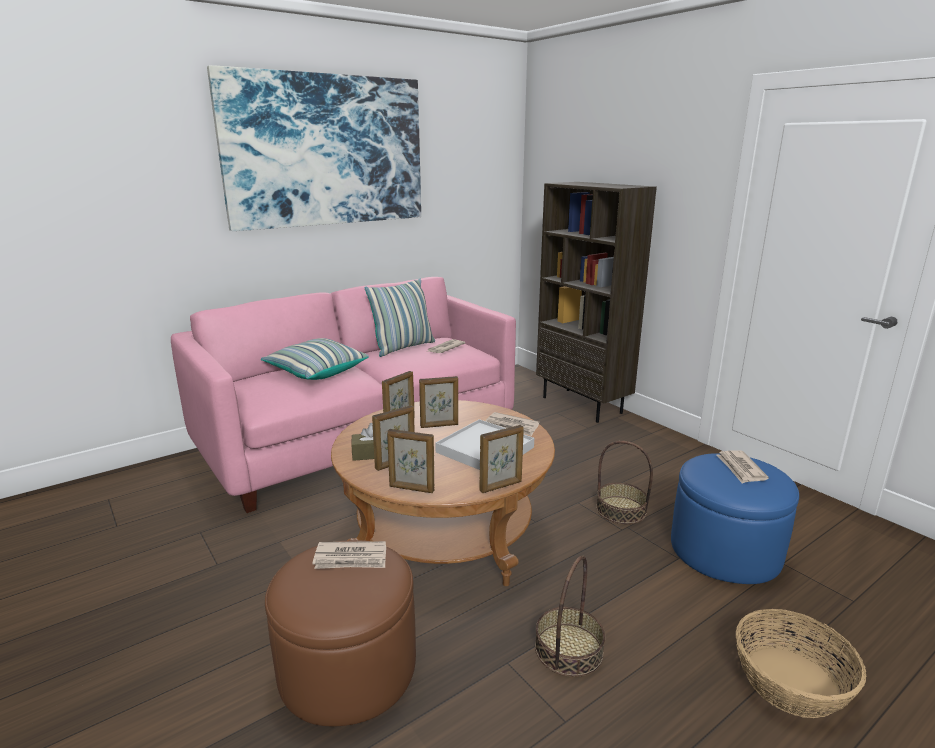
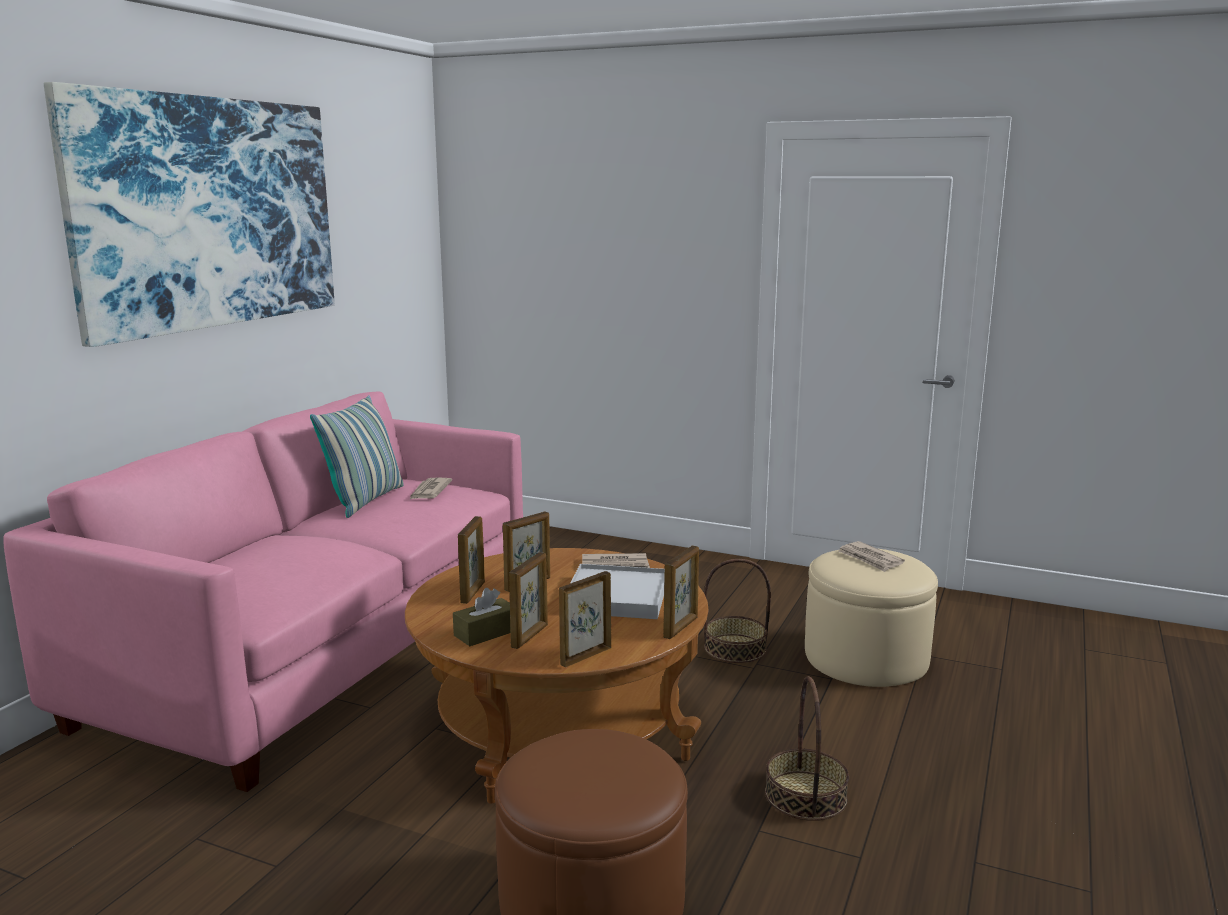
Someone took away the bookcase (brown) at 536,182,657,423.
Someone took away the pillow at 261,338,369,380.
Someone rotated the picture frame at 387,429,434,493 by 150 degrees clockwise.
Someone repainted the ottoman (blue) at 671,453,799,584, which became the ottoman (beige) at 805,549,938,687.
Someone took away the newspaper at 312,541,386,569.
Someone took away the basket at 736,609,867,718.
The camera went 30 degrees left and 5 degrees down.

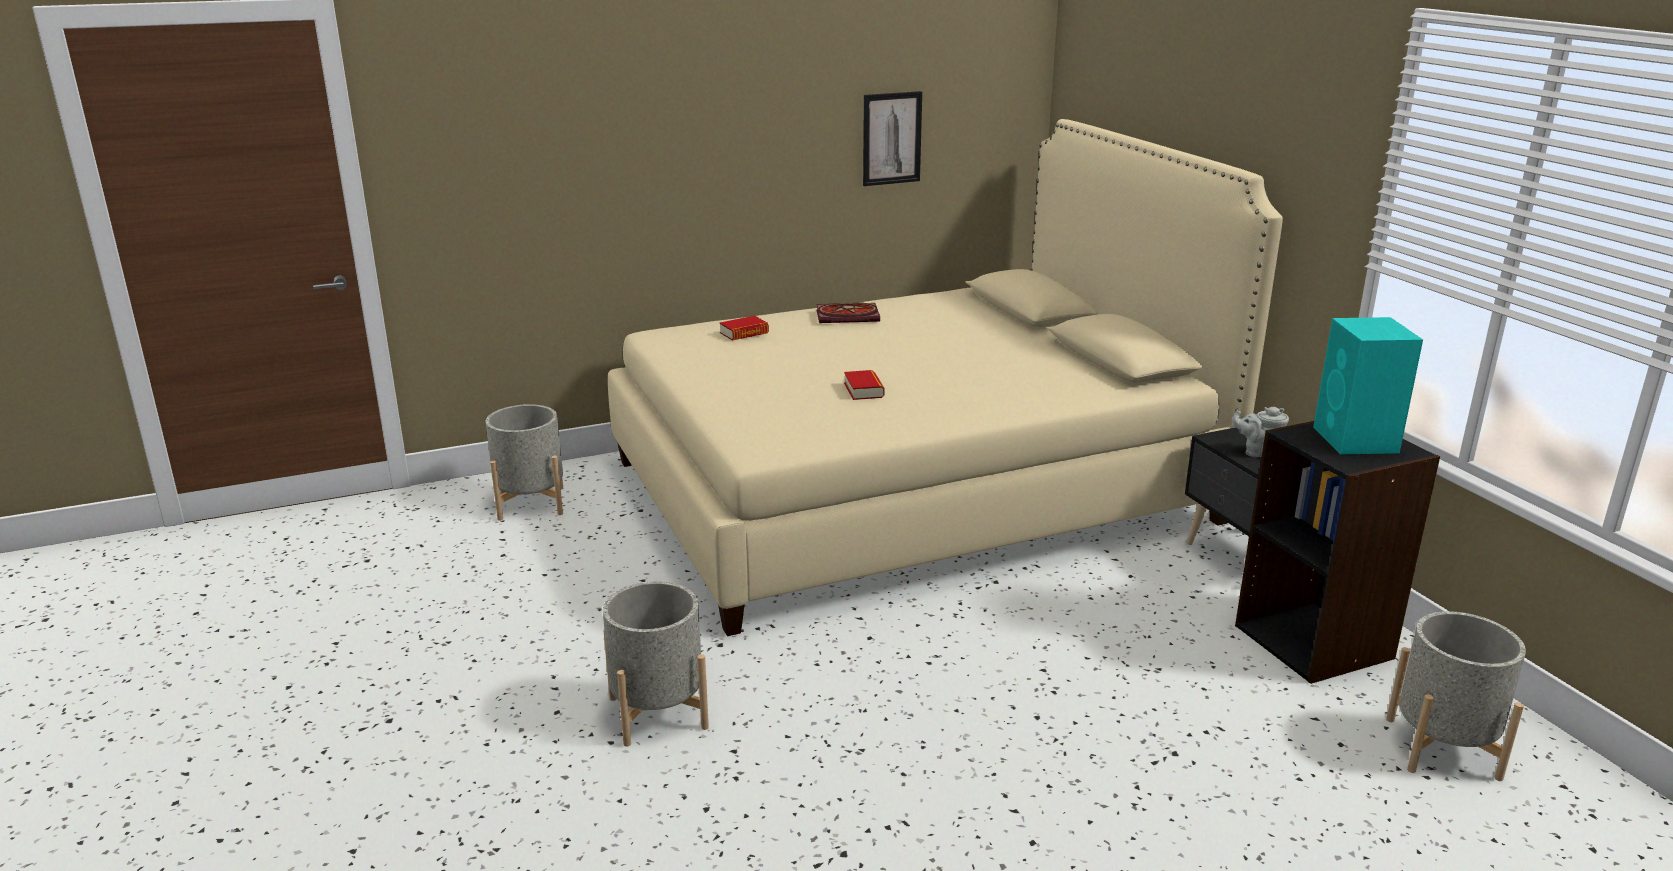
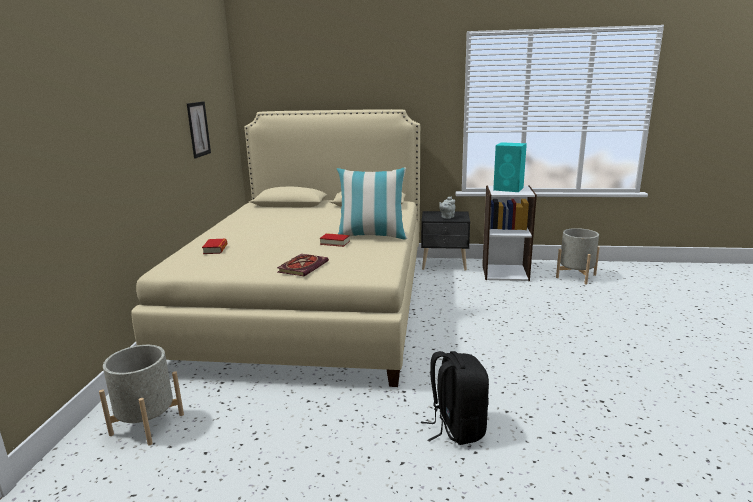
Someone carried the book from 816,302,880,323 to 277,254,329,276.
Someone repainted the bookcase (black) at 1235,421,1440,684, which became the bookcase (white) at 482,185,537,281.
Someone swapped the planter (grey) at 603,581,709,747 for the backpack (black) at 421,351,489,445.
Someone put down the pillow at 337,167,408,239.
The camera went 60 degrees left and 5 degrees down.

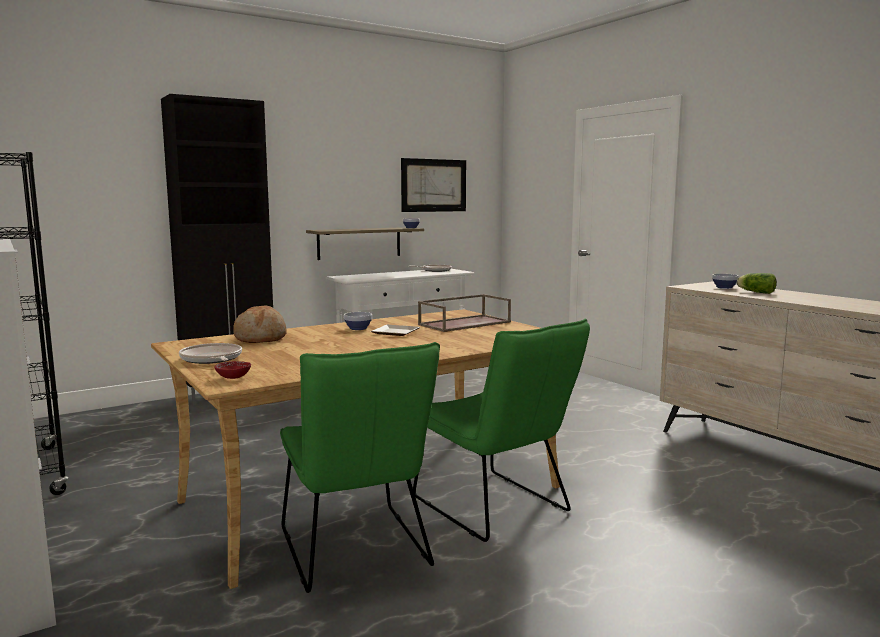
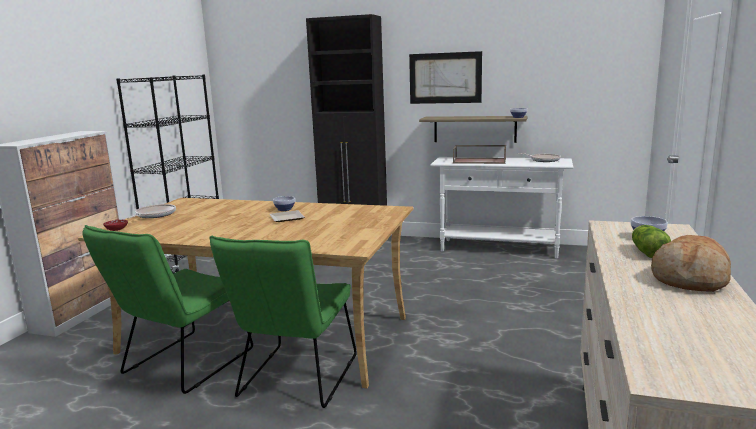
Someone carried the picture from 401,158,466,212 to 409,51,482,104.
Someone carried the tray (brown) from 418,294,511,332 to 453,145,506,164.
Someone carried the bread from 233,305,287,343 to 651,235,731,292.
The camera went 50 degrees right and 5 degrees up.

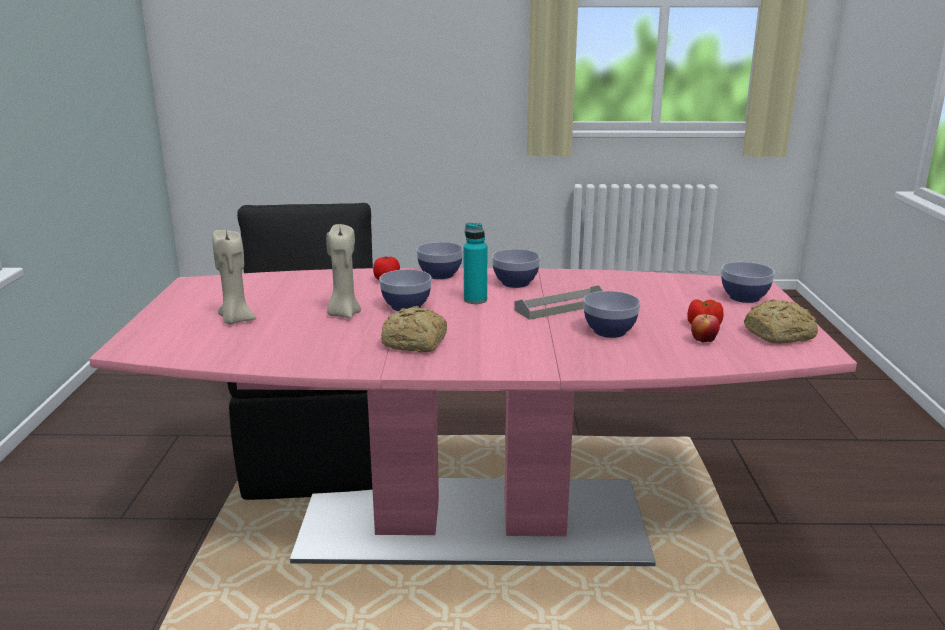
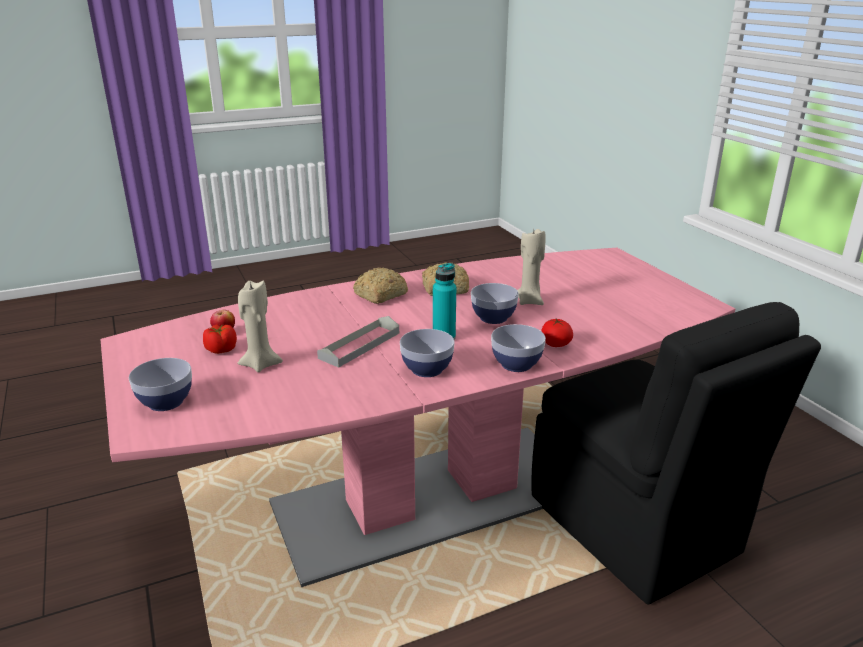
Someone carried the candle (beige) from 212,230,256,324 to 237,280,283,372.
Someone took away the bowl at 583,291,640,338.
Someone carried the bread from 744,299,818,344 to 353,267,408,304.
The camera went 155 degrees right and 5 degrees up.

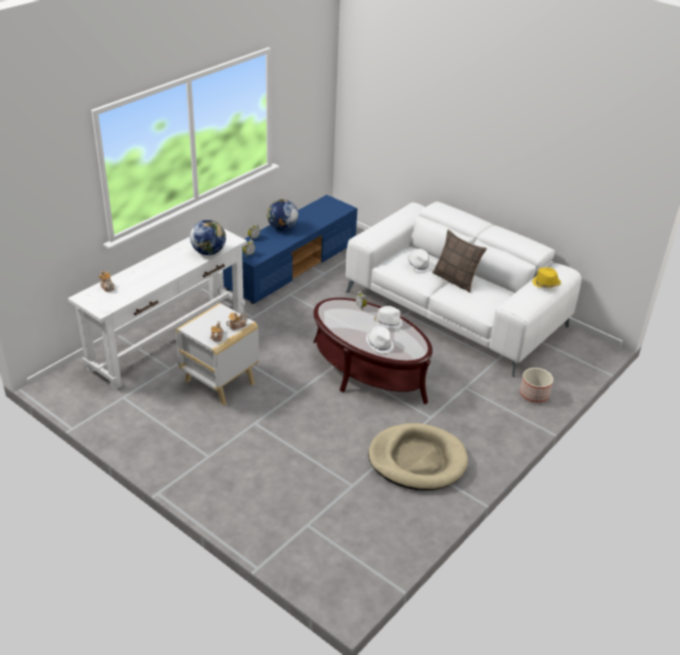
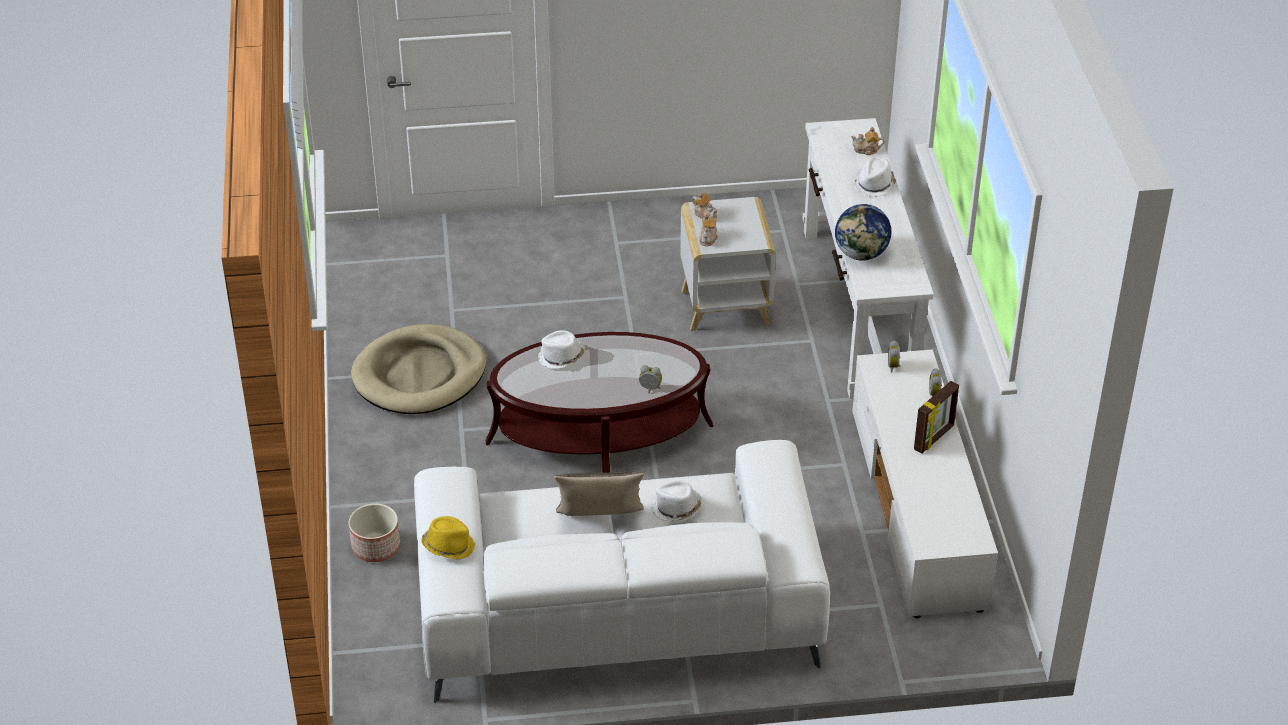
Someone repainted the tv stand (blue) at 223,195,357,304, which became the tv stand (white) at 852,349,998,618.
Someone swapped the globe at 267,199,298,231 for the picture frame at 914,381,959,454.
Someone carried the hat (white) from 374,306,403,328 to 853,156,896,197.
The camera went 135 degrees right and 5 degrees up.

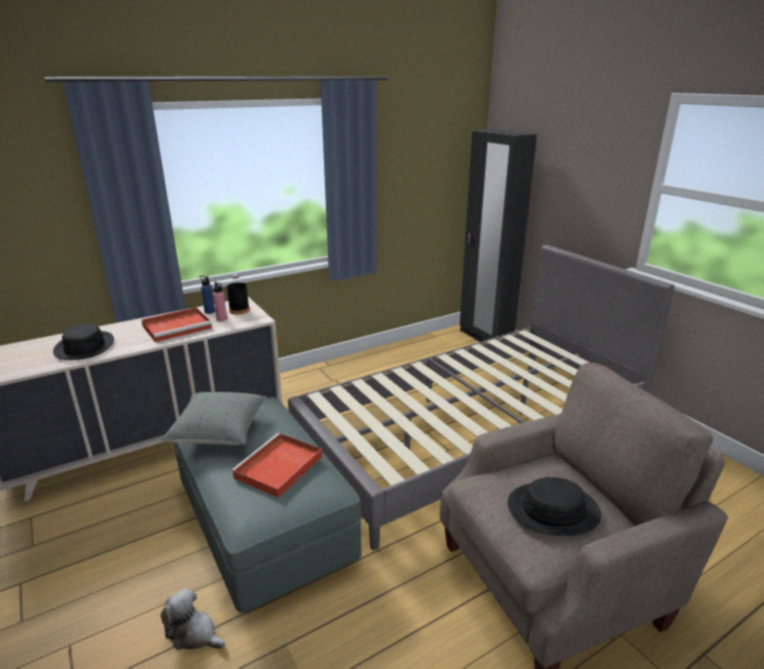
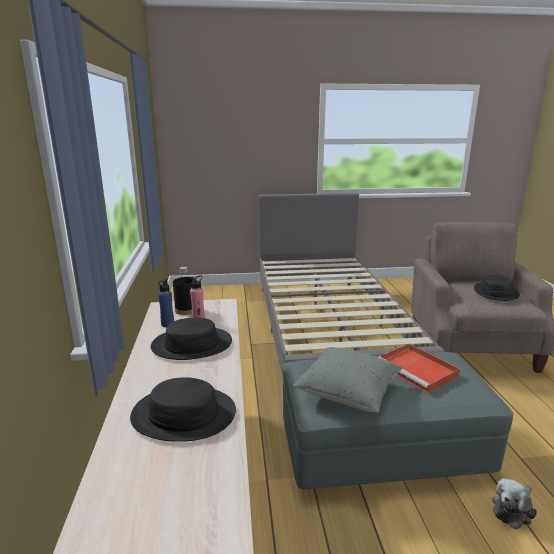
Someone took away the wardrobe (black) at 460,129,537,342.
Someone swapped the tray (red) at 141,307,212,342 for the hat (black) at 151,318,232,360.
The camera went 65 degrees left and 5 degrees down.

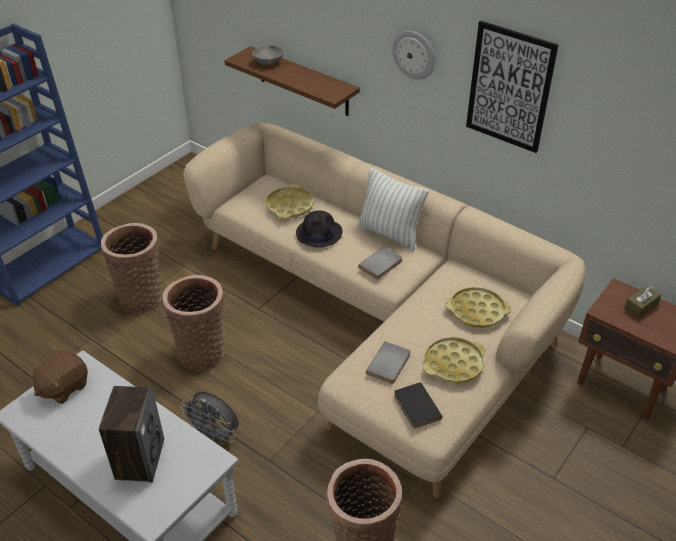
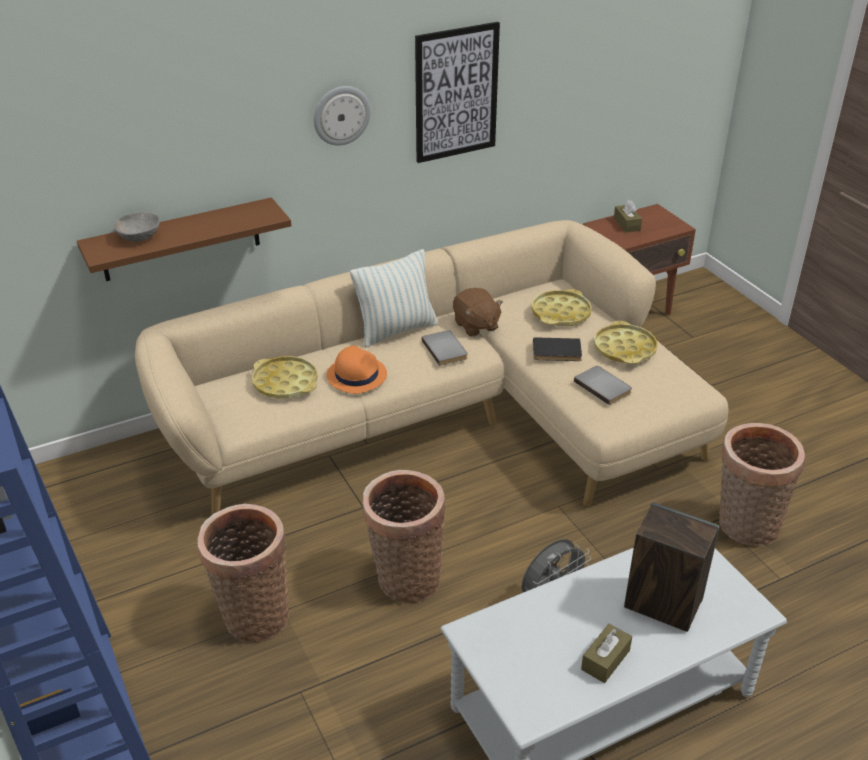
Someone repainted the hat (black) at 296,210,342,247, which became the hat (orange) at 327,346,387,394.
Someone carried the plush toy (brown) from 31,350,88,404 to 453,288,503,337.
Someone carried the book (black) from 394,382,442,428 to 533,337,582,361.
Someone put down the tissue box (brown) at 581,624,632,683.
The camera went 65 degrees left and 5 degrees down.

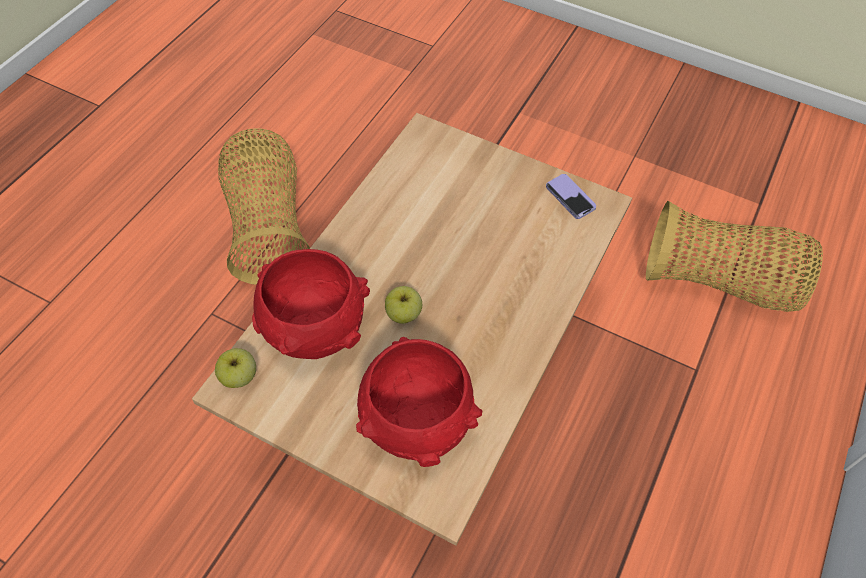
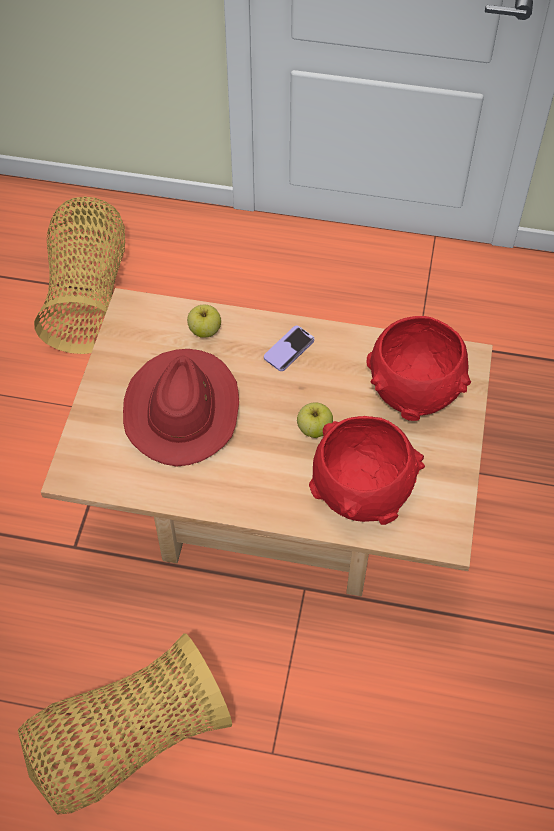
Someone carried the phone from 546,174,596,219 to 264,326,314,371.
Someone carried the apple from 215,348,256,388 to 187,305,221,338.
Someone put down the hat (red) at 123,349,239,467.
The camera went 105 degrees left and 0 degrees up.

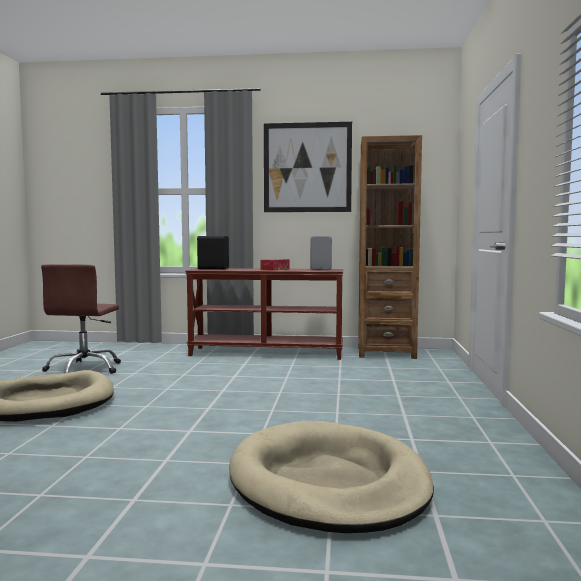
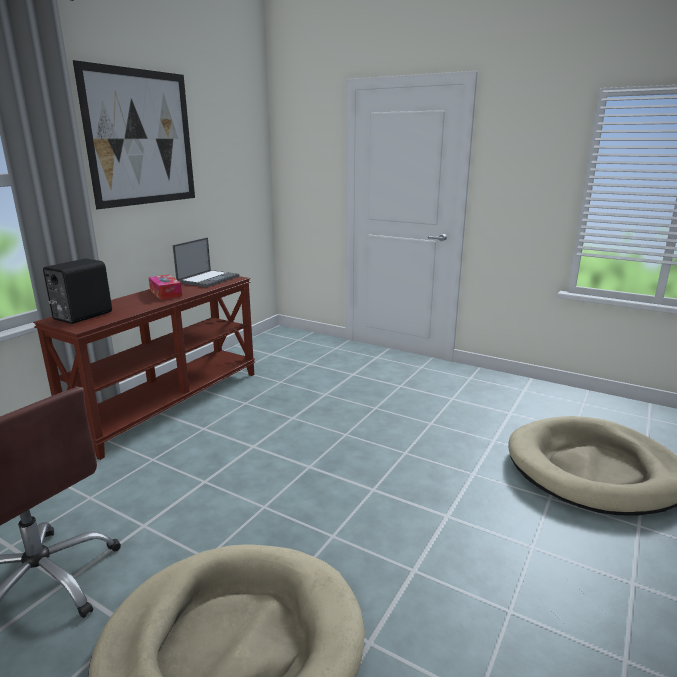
Someone took away the bookcase (brown) at 358,135,422,359.
Someone swapped the speaker (grey) at 310,236,332,270 for the laptop at 173,237,239,287.
The camera went 65 degrees left and 15 degrees up.

